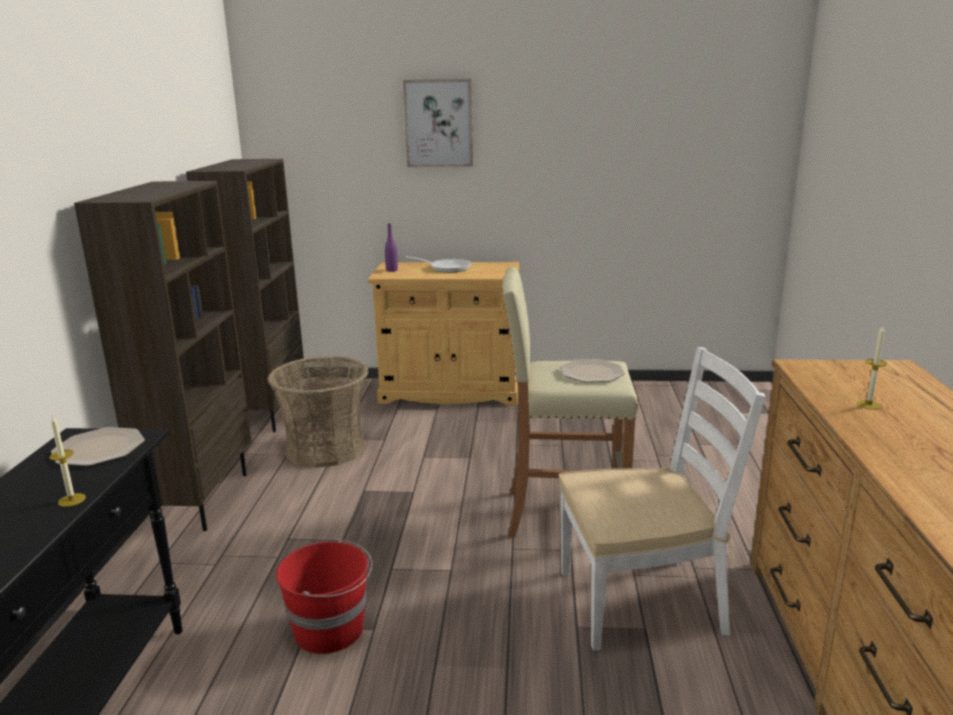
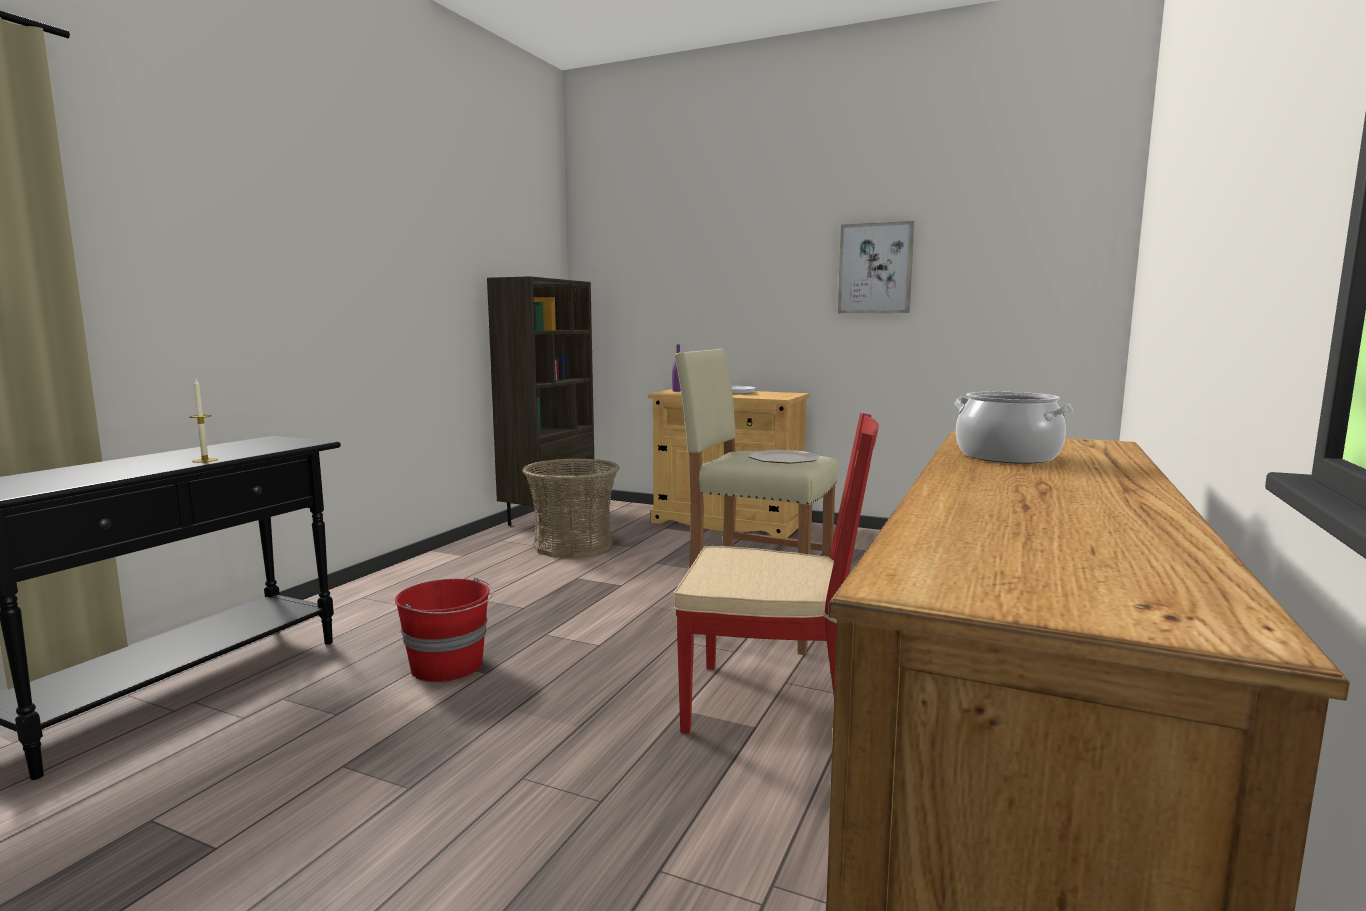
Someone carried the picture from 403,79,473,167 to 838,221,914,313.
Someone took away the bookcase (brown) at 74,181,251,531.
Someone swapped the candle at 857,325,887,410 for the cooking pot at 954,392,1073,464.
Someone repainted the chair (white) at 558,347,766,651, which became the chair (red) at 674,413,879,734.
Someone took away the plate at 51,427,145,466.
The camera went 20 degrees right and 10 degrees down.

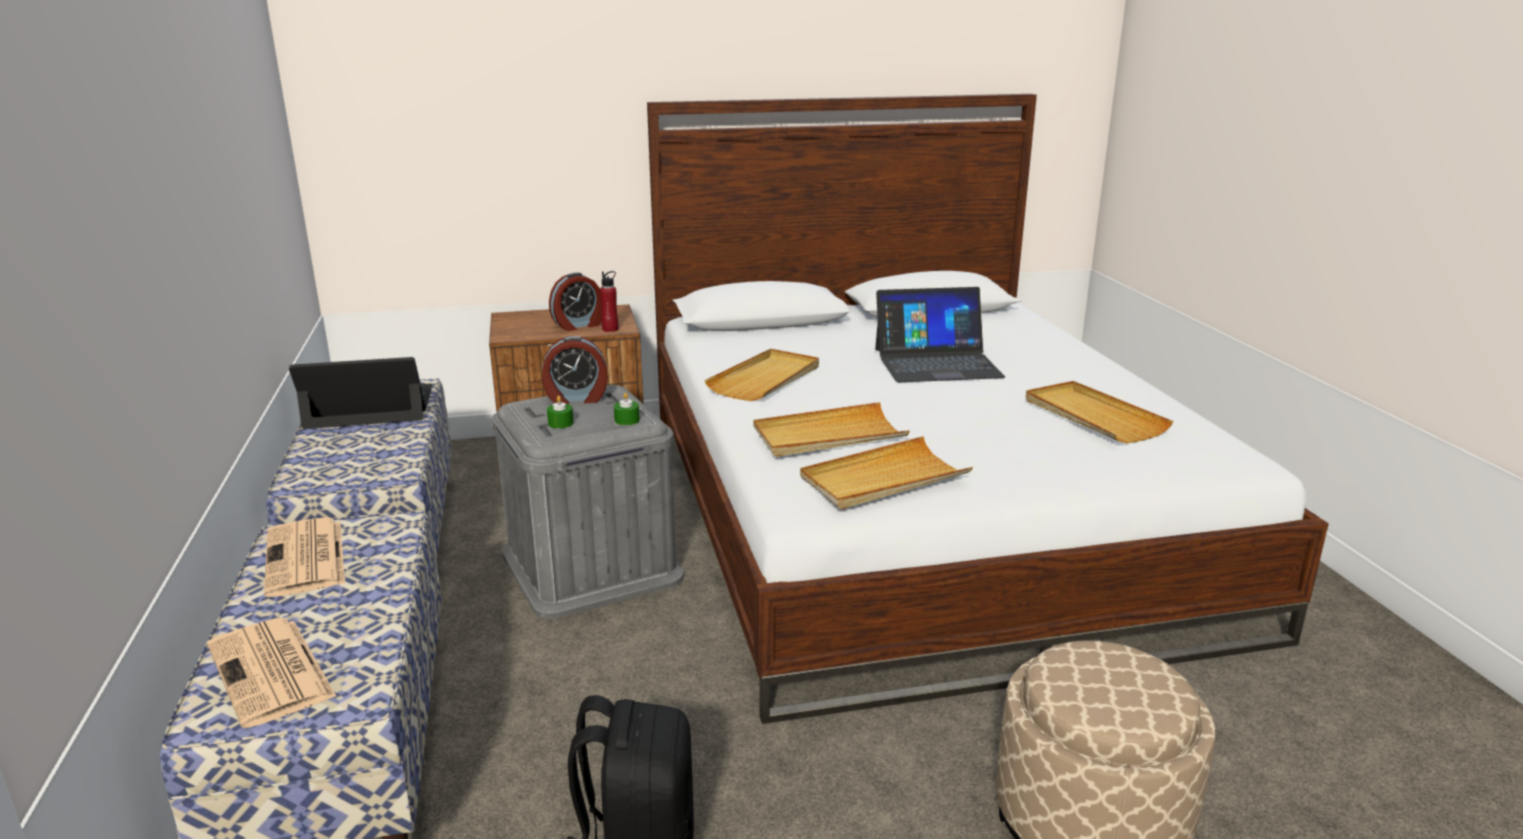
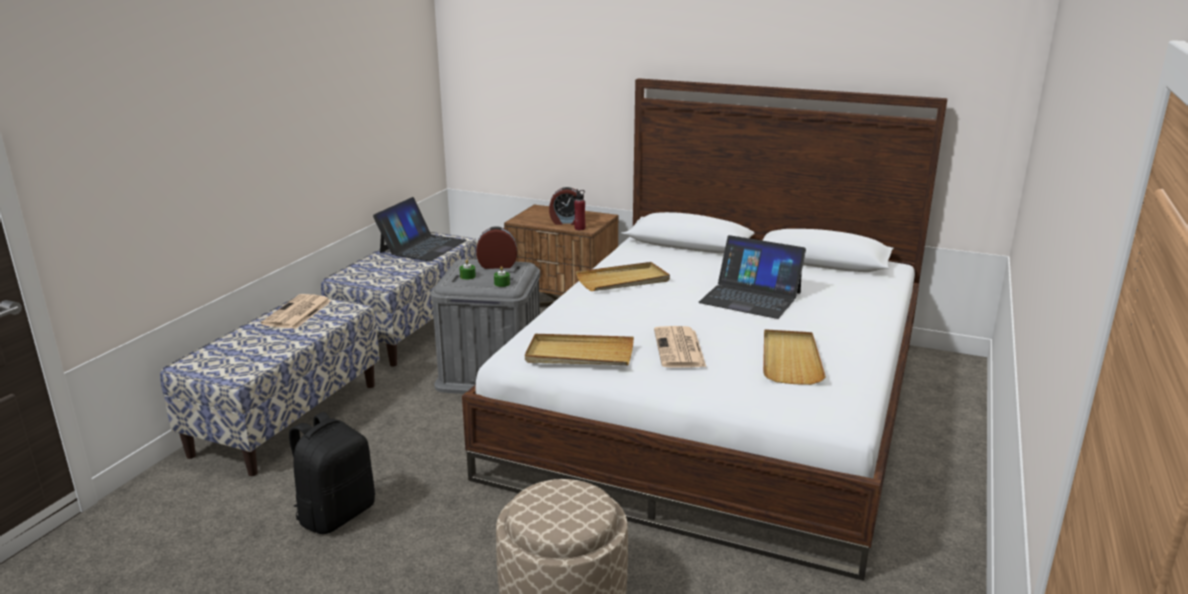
Someone rotated the alarm clock at 542,336,607,404 by 150 degrees clockwise.
Someone rotated the laptop at 289,357,433,429 by 90 degrees clockwise.
Someone took away the tray (beige) at 754,402,910,457.
Someone carried the newspaper from 208,618,337,728 to 654,326,706,368.
The camera went 35 degrees right and 0 degrees up.

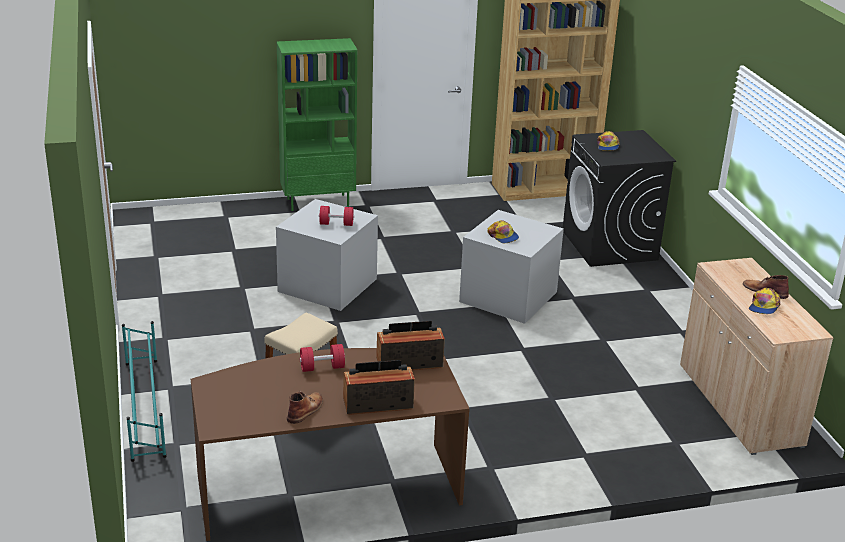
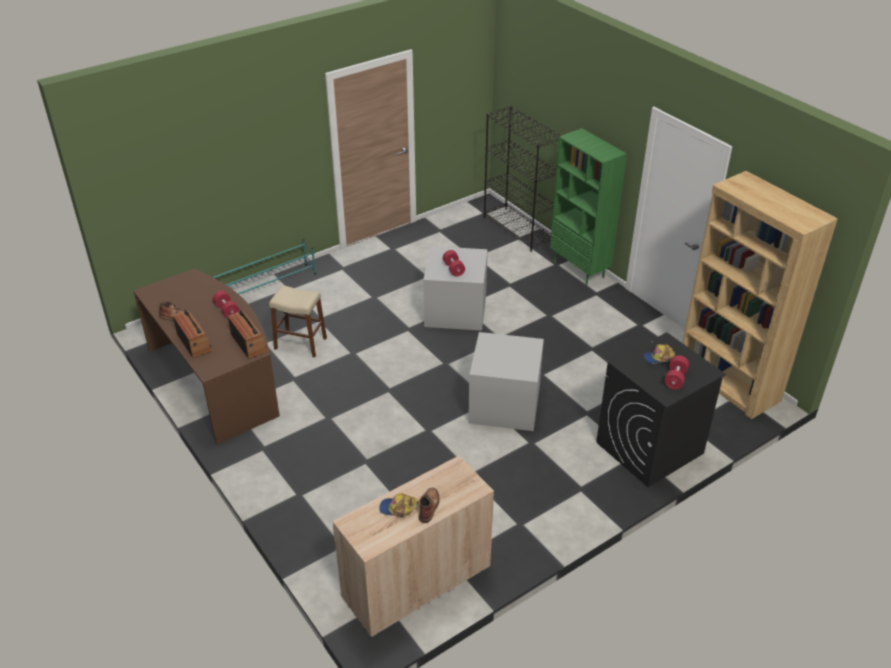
Someone took away the cap at 488,220,519,243.
Someone put down the bookcase (black) at 484,106,562,252.
Someone put down the dumbbell (red) at 664,355,689,390.
The camera went 70 degrees right and 10 degrees up.

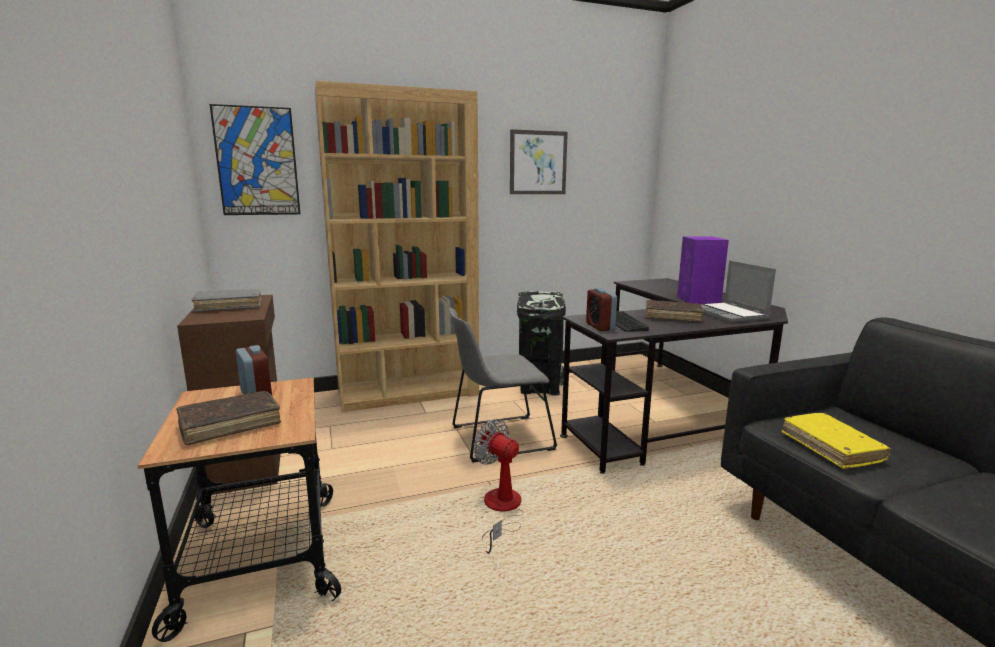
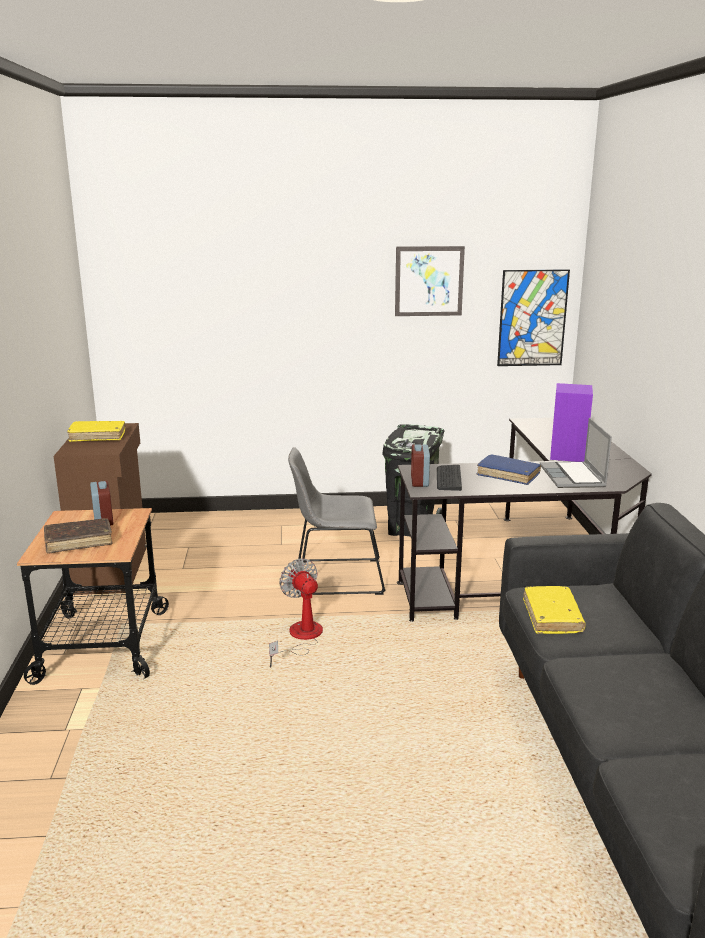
Someone took away the bookcase (brown) at 315,81,479,412.
Someone carried the picture from 210,104,300,215 to 497,269,570,366.
Someone repainted the book (grey) at 191,289,261,312, which became the book (yellow) at 67,421,126,442.
Someone repainted the book (brown) at 645,300,704,322, which became the book (blue) at 477,454,541,485.
The camera went 15 degrees right and 5 degrees up.

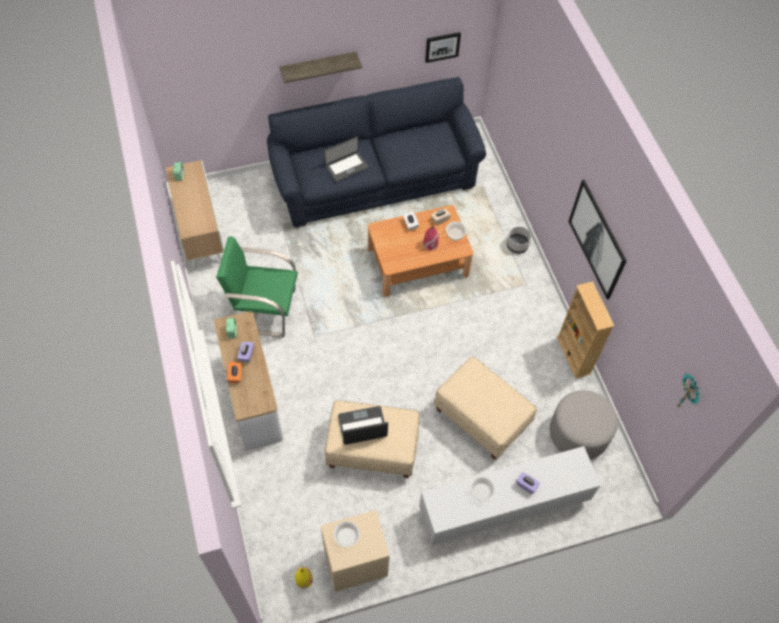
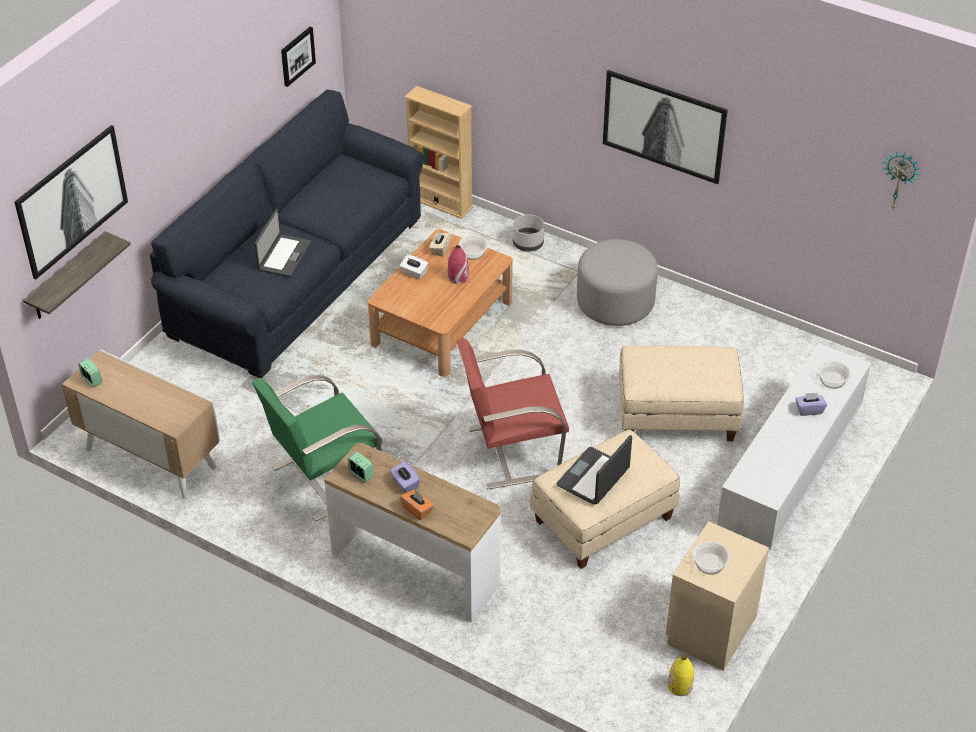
Someone carried the shelf from 279,52,362,83 to 23,231,131,319.
Someone carried the bookcase (beige) from 557,281,614,379 to 405,86,473,219.
Someone carried the ottoman (grey) from 550,390,618,459 to 577,239,658,326.
Someone carried the bowl from 470,477,495,501 to 818,361,851,389.
Someone put up the picture at 15,125,128,279.
Someone put down the armchair (red) at 456,338,569,489.
The camera went 40 degrees left and 15 degrees down.

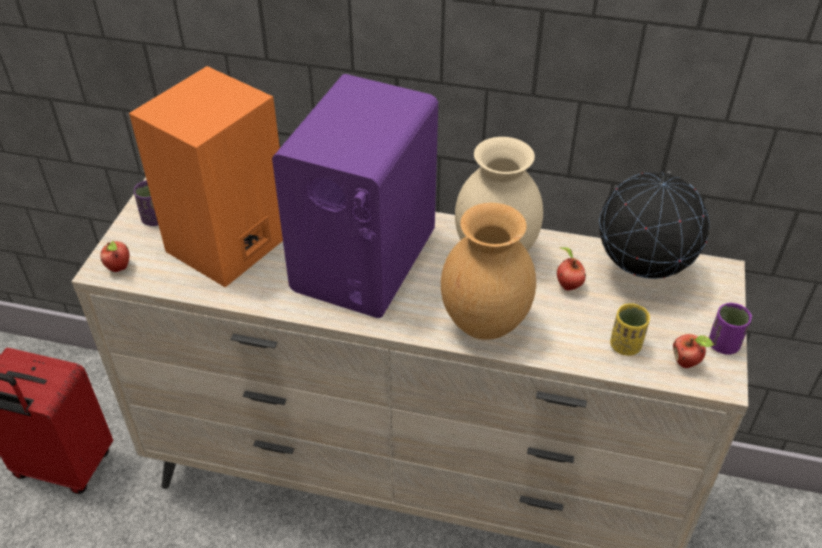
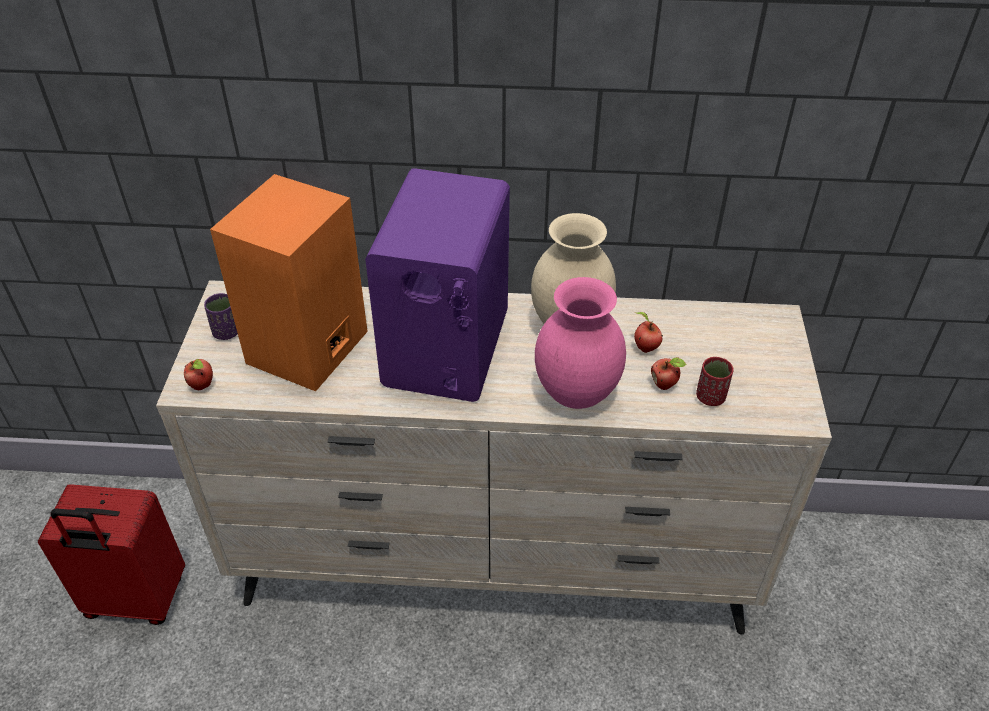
Someone took away the globe at 599,171,709,279.
Someone repainted the vase (brown) at 441,203,536,340, which became the vase (pink) at 535,277,626,409.
Someone repainted the cup (yellow) at 610,303,650,356, which became the cup (red) at 696,357,733,406.
Someone took away the cup (purple) at 709,303,752,355.
Someone carried the apple from 673,334,714,368 to 651,357,687,390.
The camera went 10 degrees left and 0 degrees up.

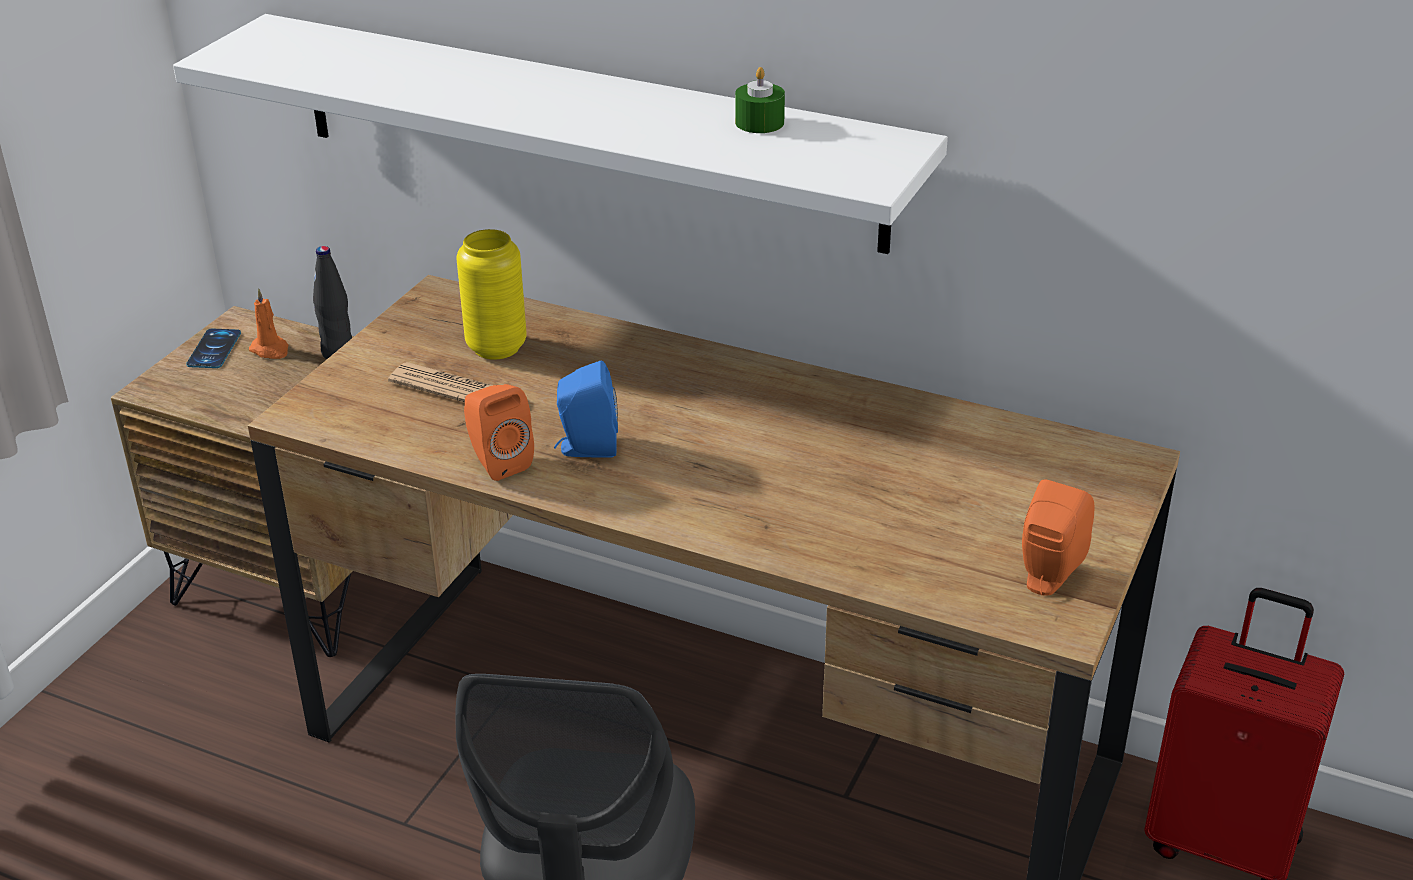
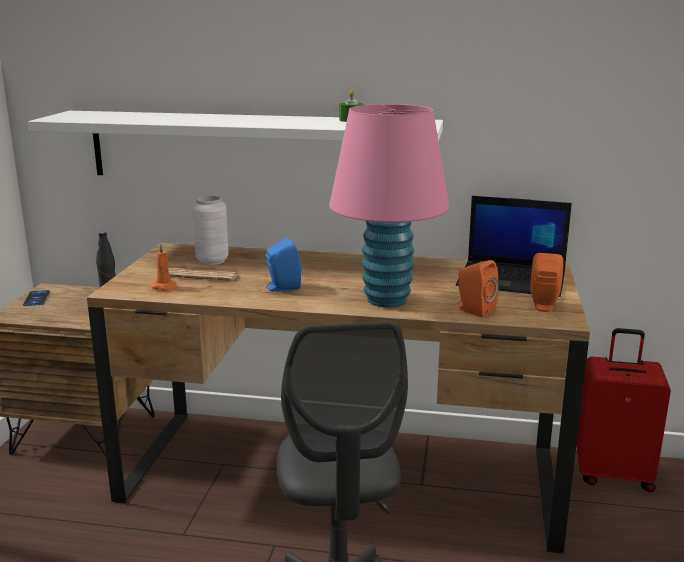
Someone repainted the vase (yellow) at 457,229,527,360, which became the vase (white) at 192,196,229,265.
Someone carried the candle (orange) from 249,288,288,359 to 151,244,178,291.
Someone carried the speaker (orange) from 464,384,534,481 to 457,260,499,317.
Someone put down the table lamp (pink) at 329,104,449,308.
Someone put down the laptop at 456,196,572,297.
The camera went 15 degrees left and 15 degrees down.

